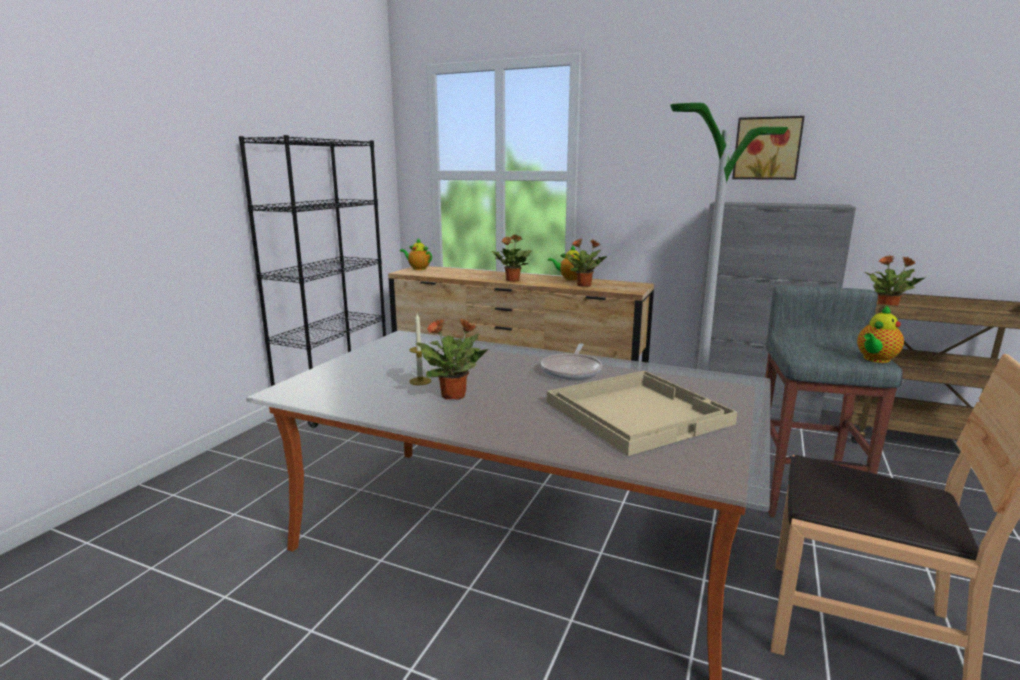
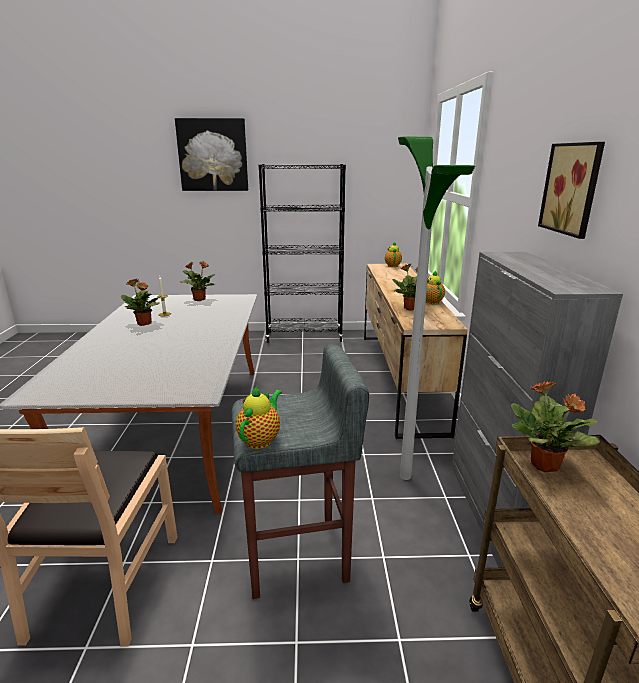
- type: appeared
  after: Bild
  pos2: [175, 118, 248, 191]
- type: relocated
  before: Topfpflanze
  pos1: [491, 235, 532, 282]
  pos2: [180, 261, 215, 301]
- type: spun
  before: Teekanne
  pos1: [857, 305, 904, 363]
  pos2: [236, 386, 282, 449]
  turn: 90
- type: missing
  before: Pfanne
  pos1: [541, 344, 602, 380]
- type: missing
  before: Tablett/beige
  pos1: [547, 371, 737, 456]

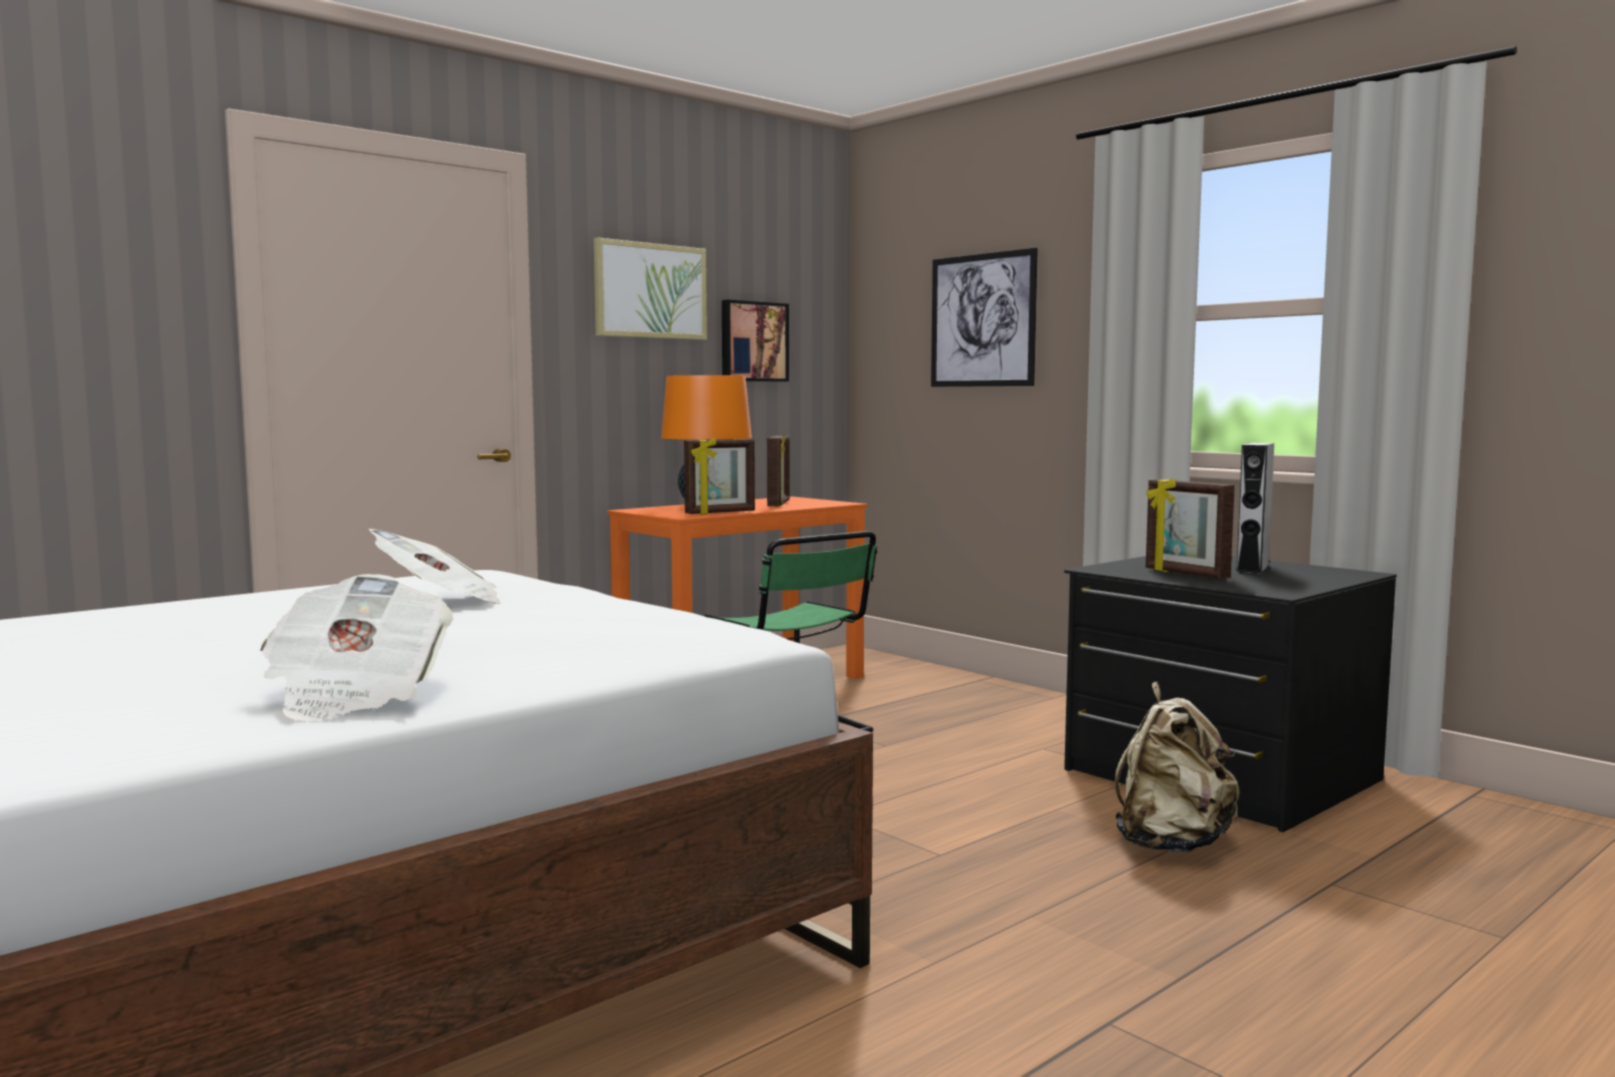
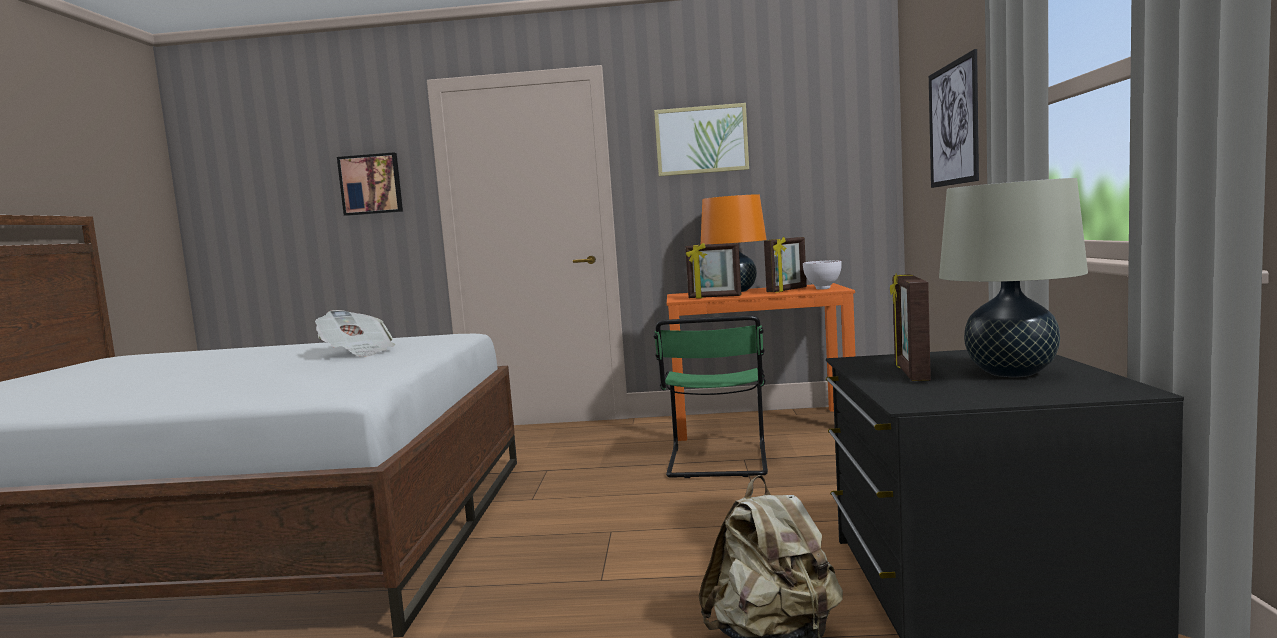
- type: relocated
  before: Bild
  pos1: [722, 300, 789, 382]
  pos2: [337, 152, 403, 216]
- type: appeared
  after: Schüssel/weiß
  pos2: [803, 260, 842, 290]
- type: exchanged
  before: Lautsprecher/grau
  after: Tischlampe/beige
  pos1: [1236, 443, 1274, 574]
  pos2: [939, 178, 1088, 377]
- type: missing
  before: Zeitung
  pos1: [260, 574, 453, 721]

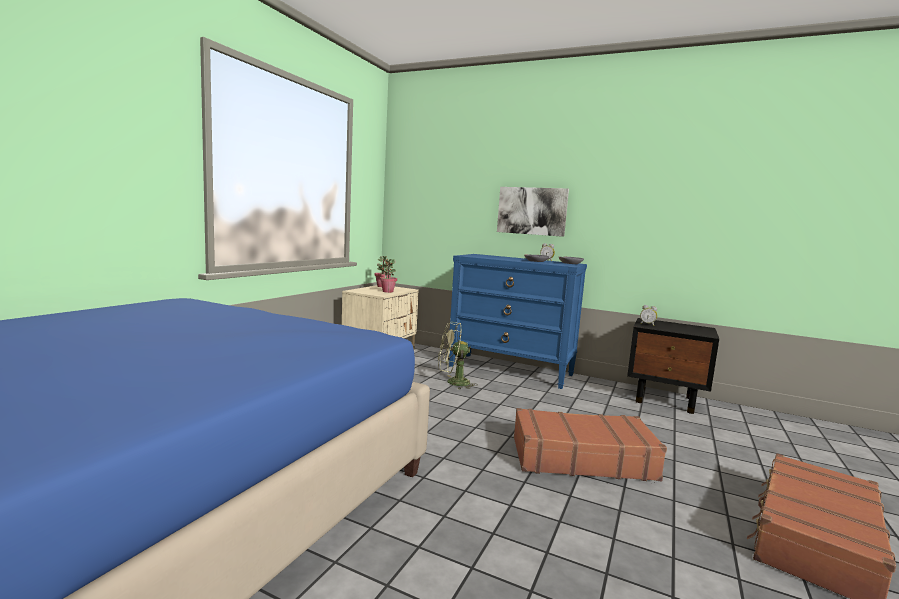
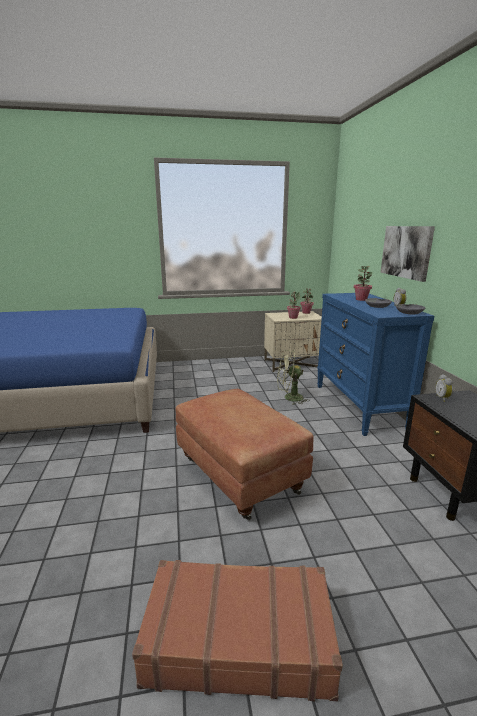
- type: exchanged
  before: Koffer/braun
  after: Polsterhocker/braun
  pos1: [514, 408, 667, 481]
  pos2: [176, 389, 314, 520]
- type: spun
  before: Ventilator/grün
  pos1: [438, 322, 478, 389]
  pos2: [277, 350, 309, 405]
  turn: -45
- type: appeared
  after: Topfpflanze
  pos2: [354, 266, 372, 301]

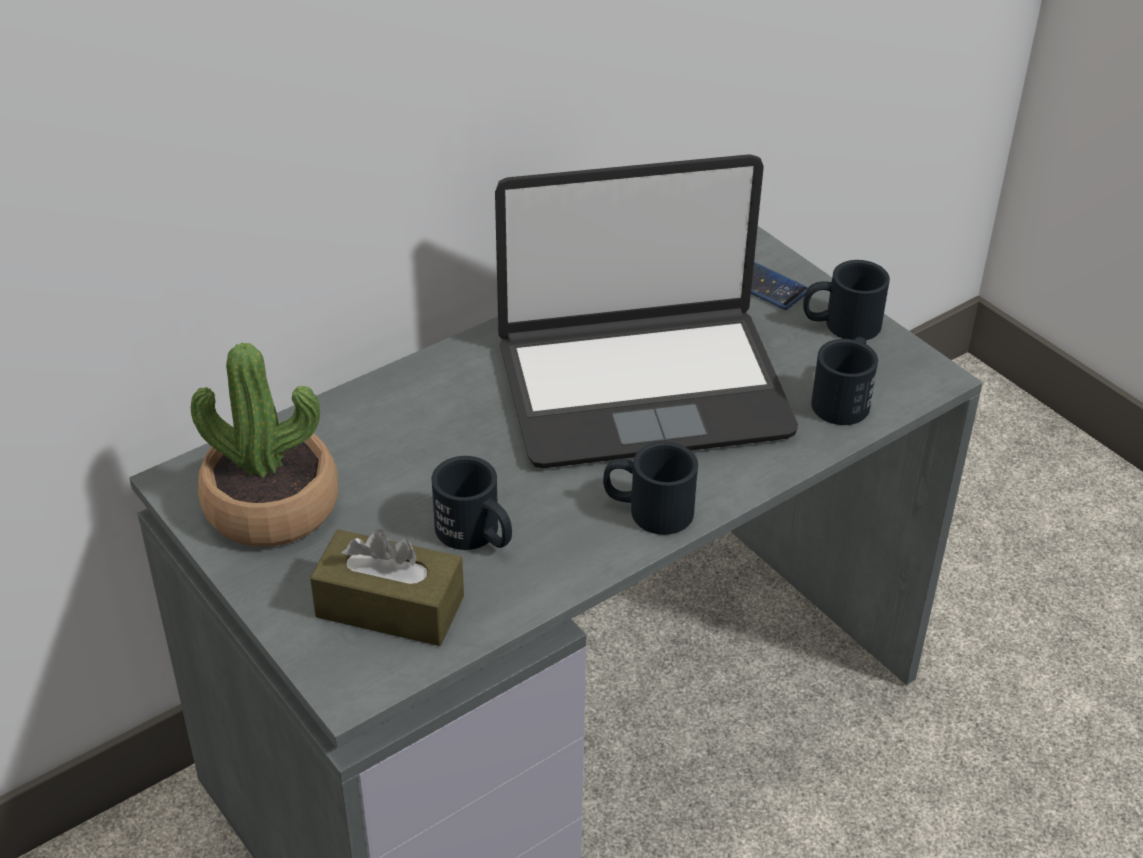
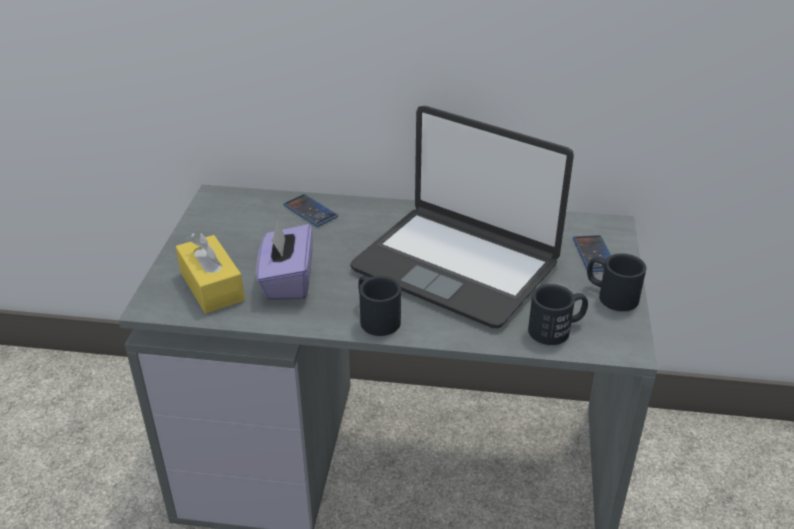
- type: colour
  before: Taschentuchbox/braun
  after: Taschentuchbox/gelb
  pos1: [310, 529, 464, 646]
  pos2: [176, 232, 245, 313]
- type: exchanged
  before: Henkelbecher/schwarz
  after: Taschentuchbox/lila
  pos1: [432, 456, 512, 550]
  pos2: [256, 220, 313, 300]
- type: appeared
  after: Handy
  pos2: [283, 194, 338, 227]
- type: missing
  before: Topfpflanze
  pos1: [191, 343, 339, 547]

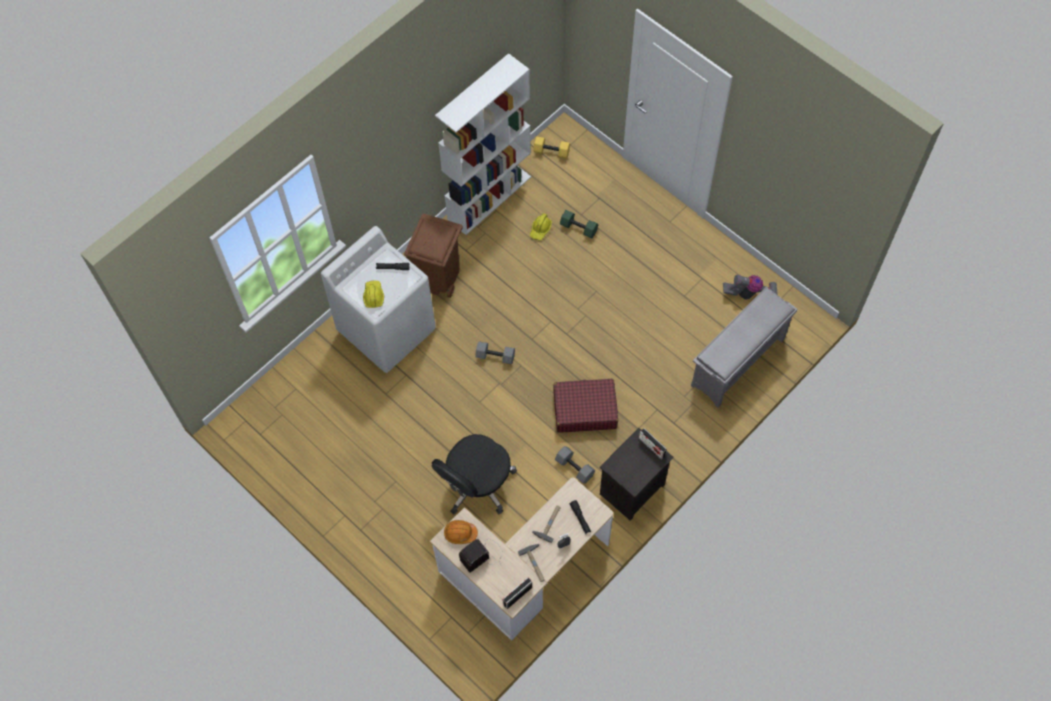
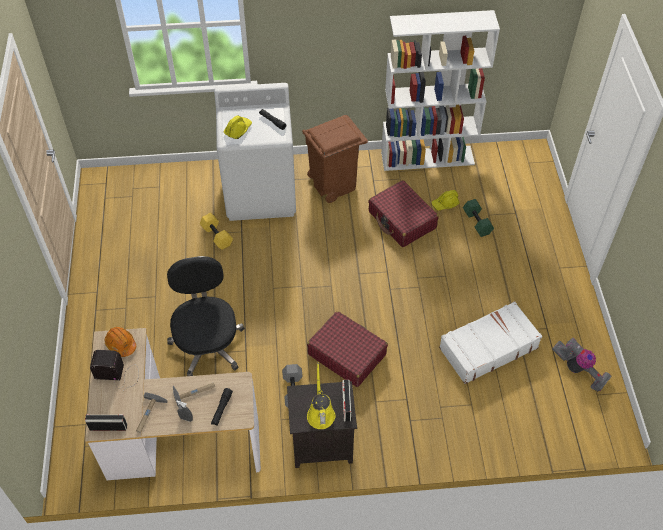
- type: spun
  before: Bürostuhl/schwarz
  pos1: [431, 434, 517, 515]
  pos2: [167, 256, 245, 376]
  turn: 90
- type: relocated
  before: Hantel/gelb
  pos1: [533, 136, 570, 159]
  pos2: [200, 213, 233, 250]
- type: appeared
  after: Gießkanne/gelb
  pos2: [307, 363, 335, 429]
- type: appeared
  after: Koffer/rot
  pos2: [368, 180, 439, 247]
- type: appeared
  after: Koffer/weiß
  pos2: [439, 301, 542, 384]
- type: missing
  before: Hantel/grau
  pos1: [475, 341, 515, 364]
- type: missing
  before: Schuhregal/grau
  pos1: [691, 287, 798, 408]

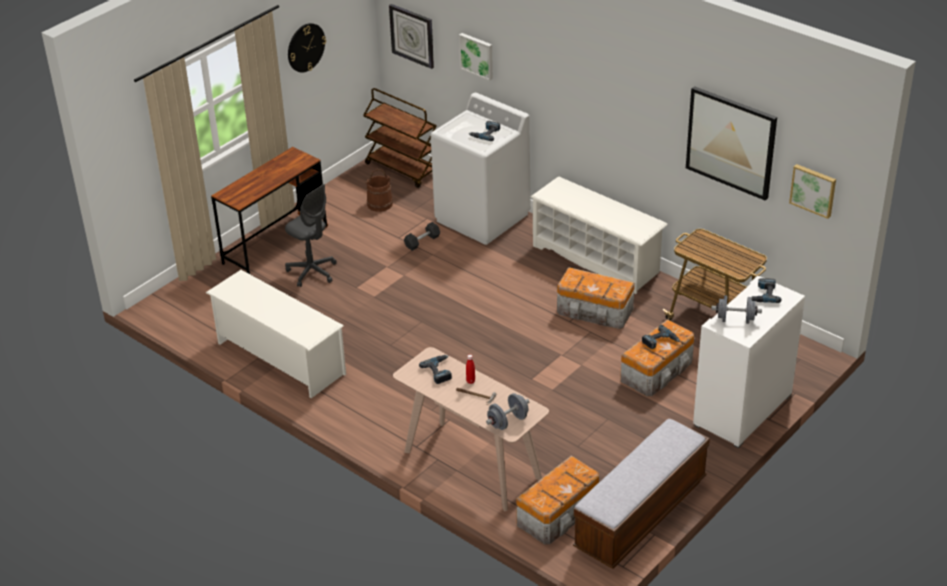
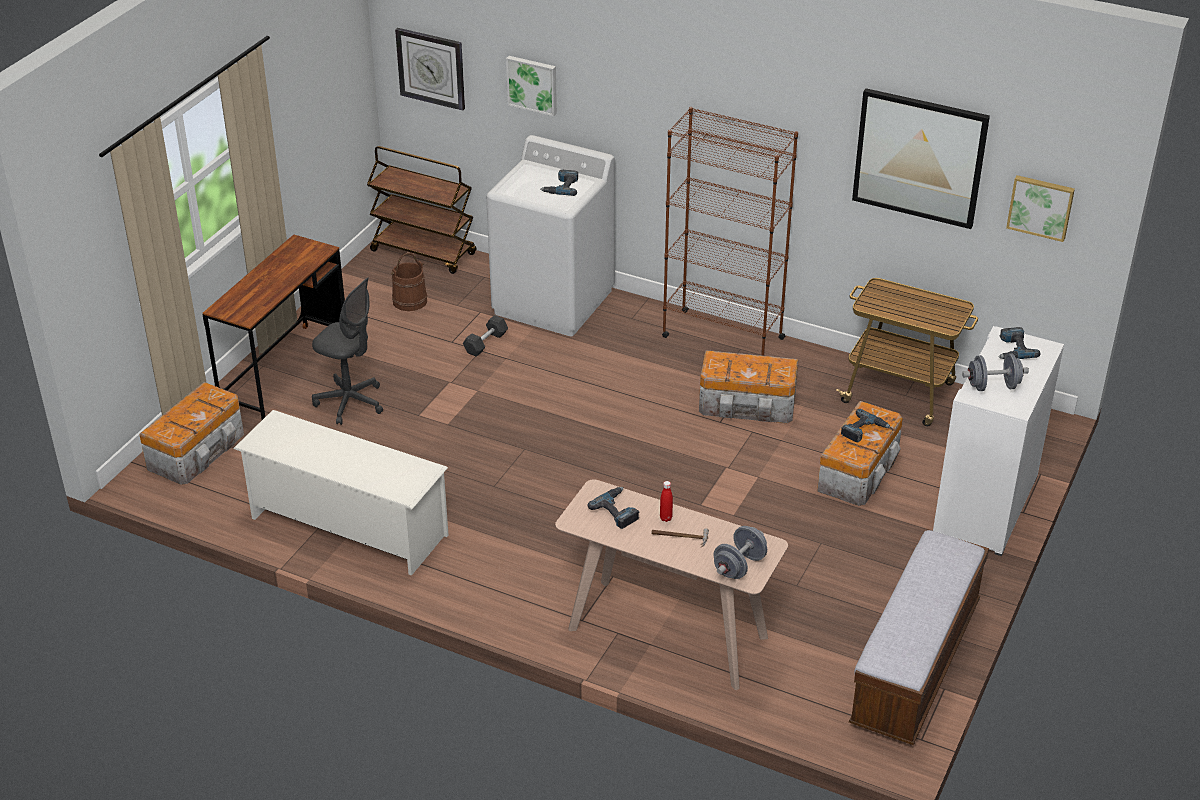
- type: relocated
  before: Aufbewahrungsbox
  pos1: [516, 456, 599, 545]
  pos2: [139, 382, 244, 485]
- type: exchanged
  before: Schuhregal/weiß
  after: Bücherregal/braun
  pos1: [531, 176, 668, 294]
  pos2: [662, 107, 798, 356]
- type: missing
  before: Wanduhr
  pos1: [288, 23, 326, 72]

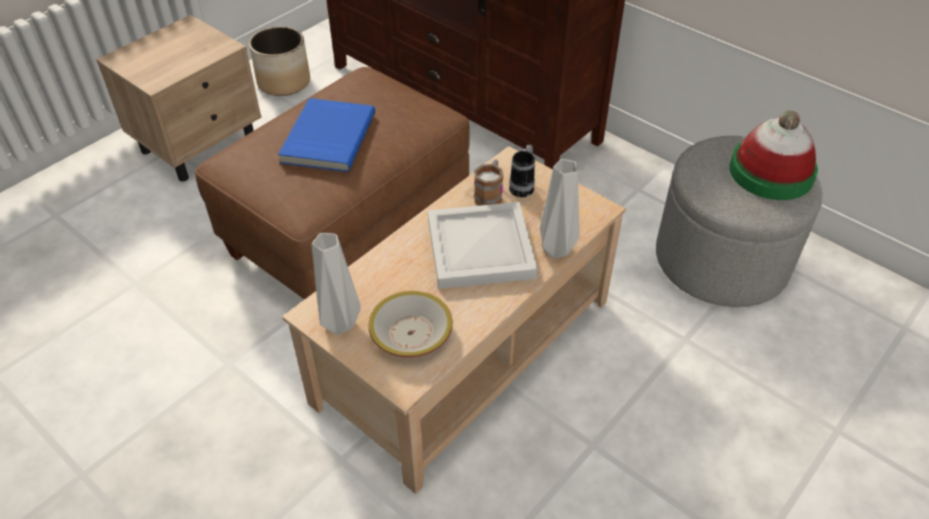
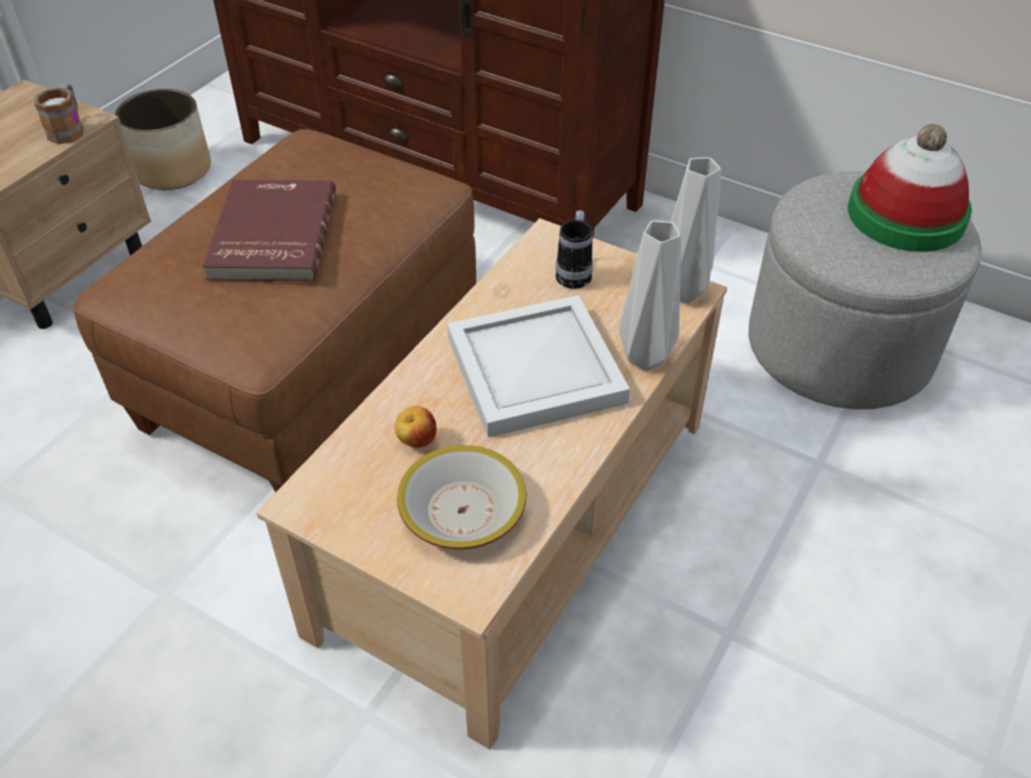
- type: relocated
  before: Henkelbecher
  pos1: [474, 160, 504, 206]
  pos2: [34, 84, 83, 144]
- type: colour
  before: Buch/blau
  after: Buch/rot
  pos1: [278, 98, 375, 172]
  pos2: [202, 180, 336, 282]
- type: appeared
  after: Apfel
  pos2: [394, 406, 436, 448]
- type: relocated
  before: Vase/grau
  pos1: [312, 233, 361, 335]
  pos2: [671, 157, 721, 304]

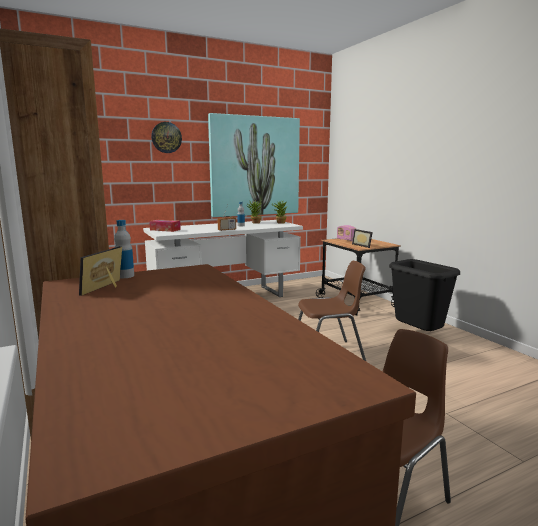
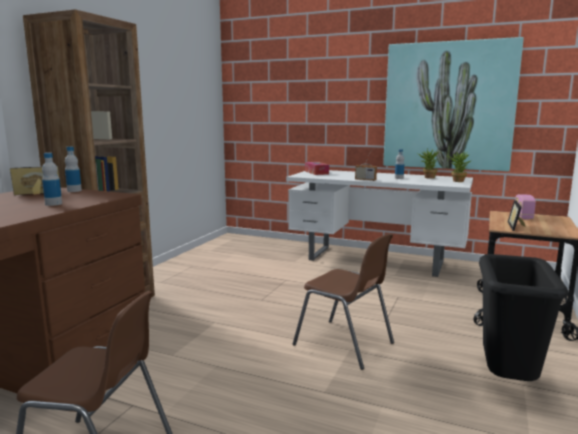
- type: appeared
  after: Flasche
  pos2: [42, 153, 62, 206]
- type: missing
  before: Wanduhr
  pos1: [151, 122, 182, 153]

